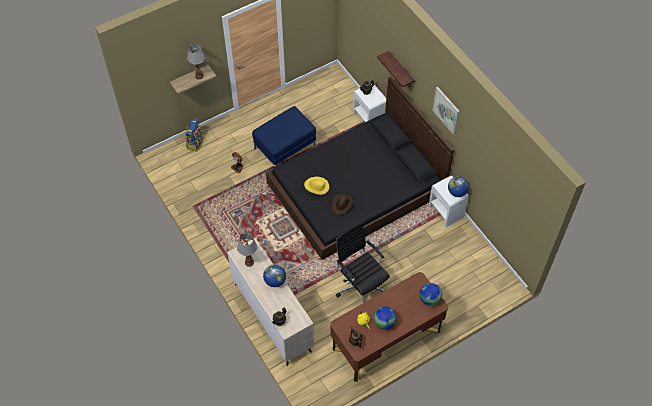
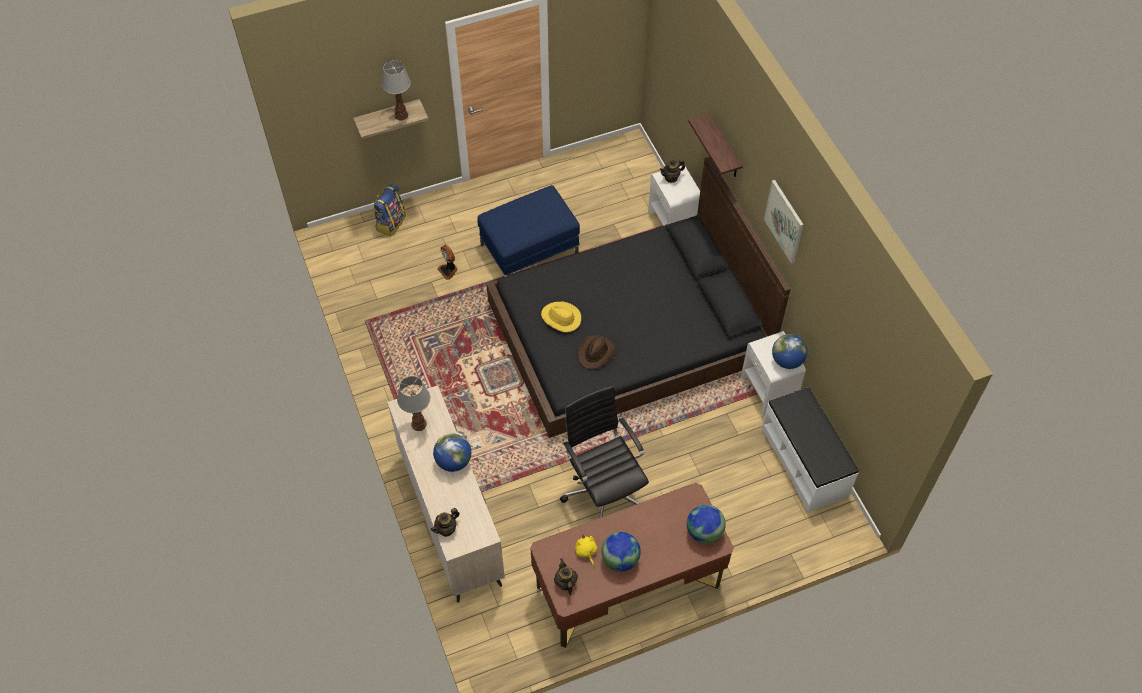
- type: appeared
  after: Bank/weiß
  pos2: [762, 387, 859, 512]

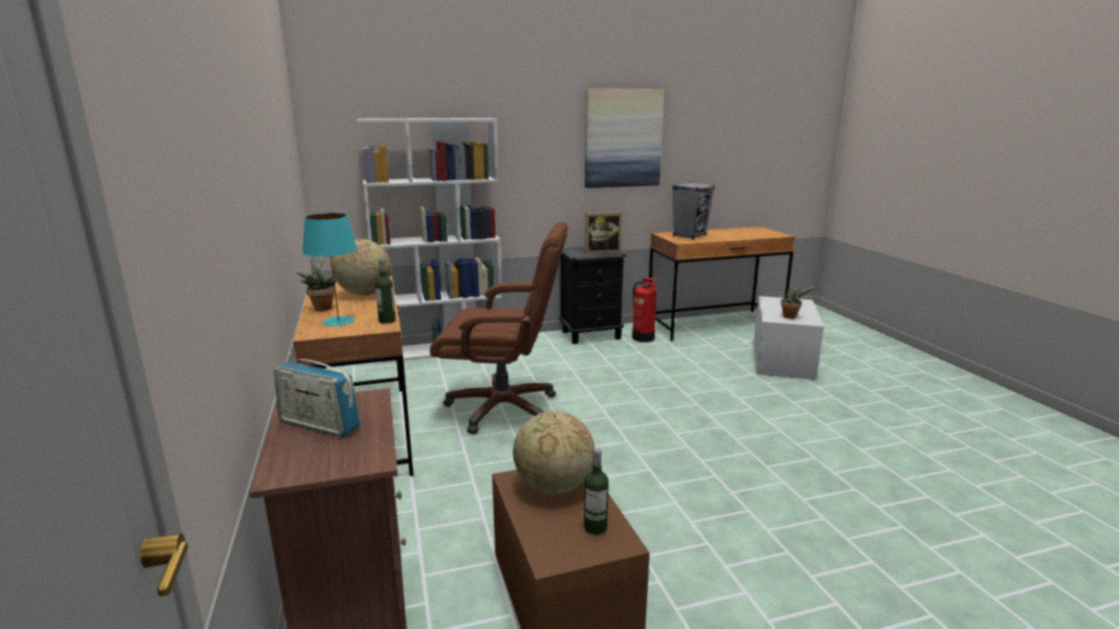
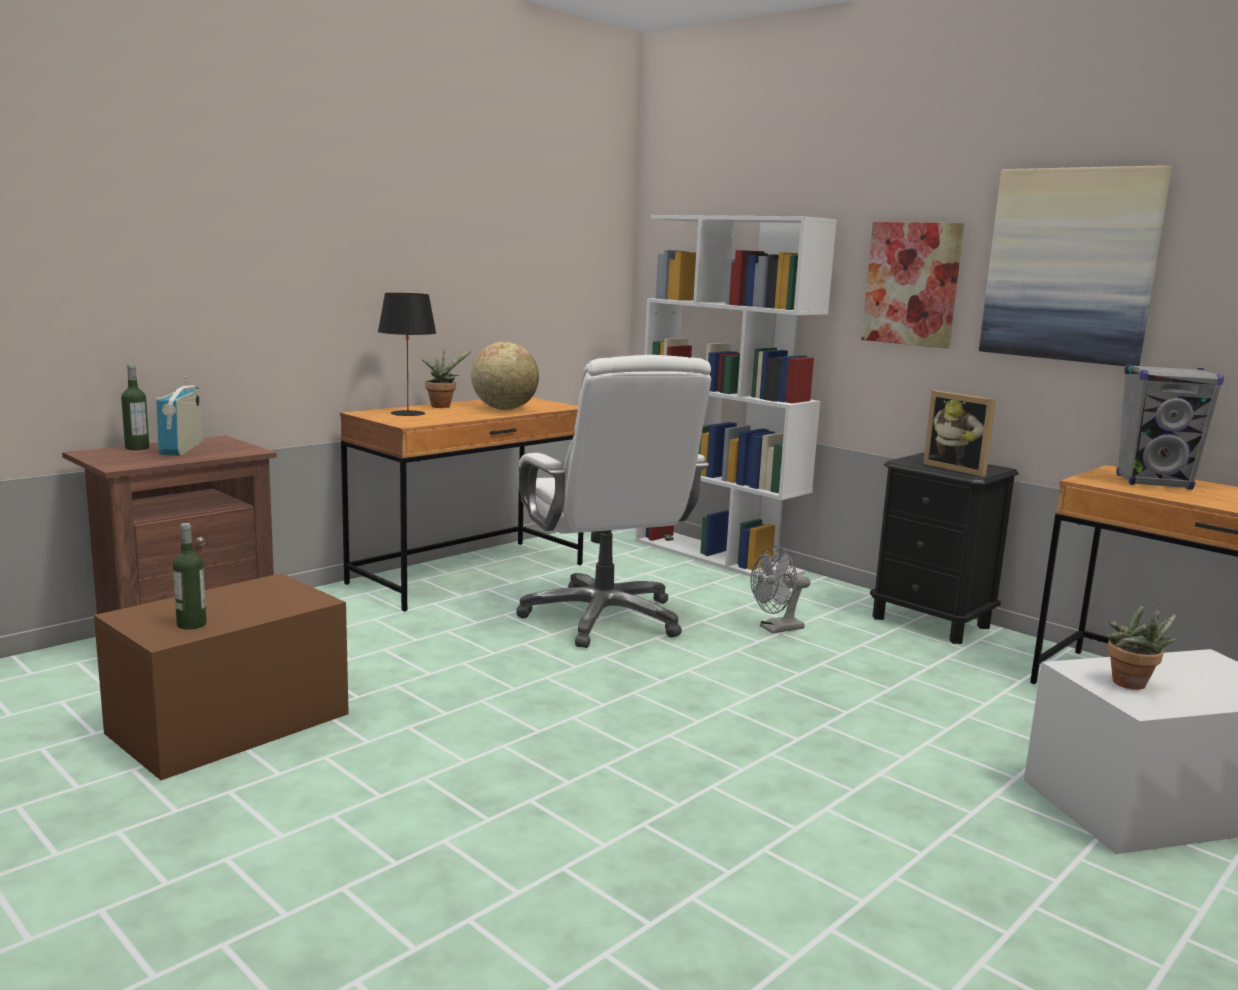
- type: relocated
  before: Flasche
  pos1: [375, 259, 396, 324]
  pos2: [121, 364, 149, 450]
- type: colour
  before: Tischlampe/türkis
  after: Tischlampe/schwarz
  pos1: [302, 213, 358, 326]
  pos2: [378, 293, 436, 416]
- type: colour
  before: Bürostuhl/braun
  after: Bürostuhl/weiß
  pos1: [430, 221, 568, 434]
  pos2: [516, 355, 711, 648]
- type: appeared
  after: Ventilator/grau
  pos2: [750, 546, 811, 634]
- type: appeared
  after: Bild
  pos2: [861, 222, 964, 349]
- type: missing
  before: Globus
  pos1: [513, 411, 595, 494]
- type: missing
  before: Feuerlöscher
  pos1: [632, 278, 657, 342]

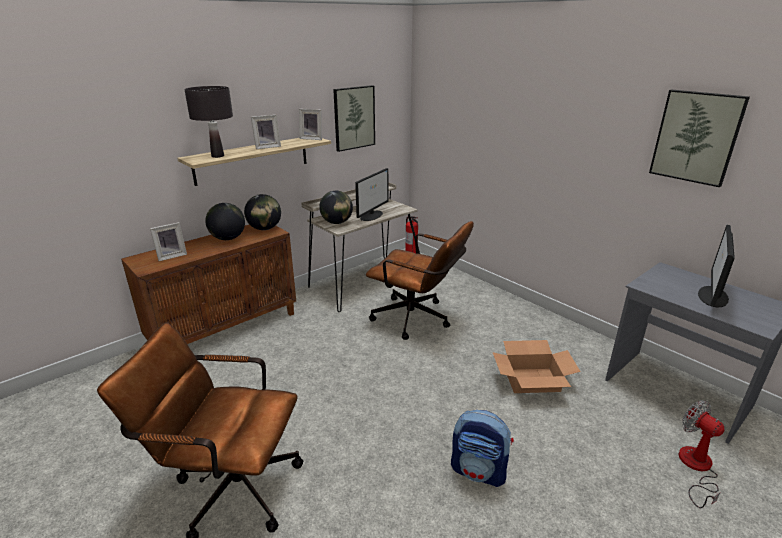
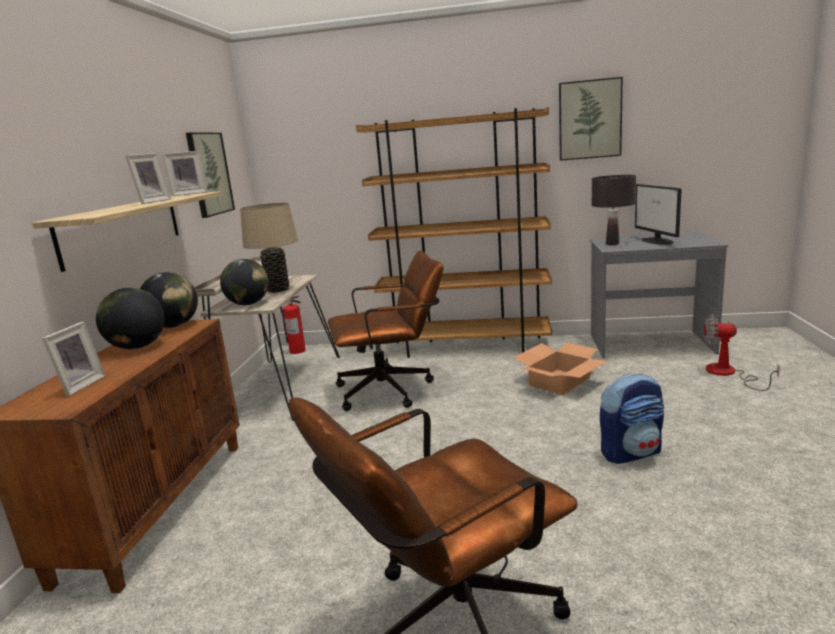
- type: exchanged
  before: Monitor
  after: Tischlampe/beige
  pos1: [355, 168, 388, 221]
  pos2: [240, 202, 298, 293]
- type: appeared
  after: Bücherregal/braun
  pos2: [356, 107, 553, 358]
- type: relocated
  before: Tischlampe/schwarz
  pos1: [184, 86, 233, 158]
  pos2: [592, 175, 636, 245]

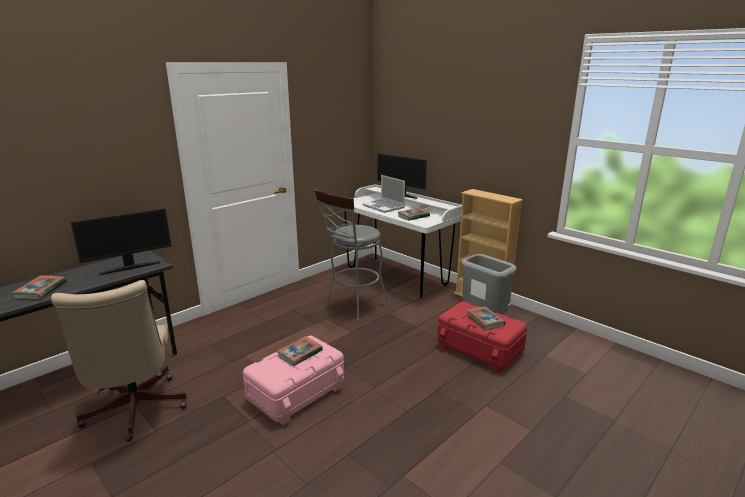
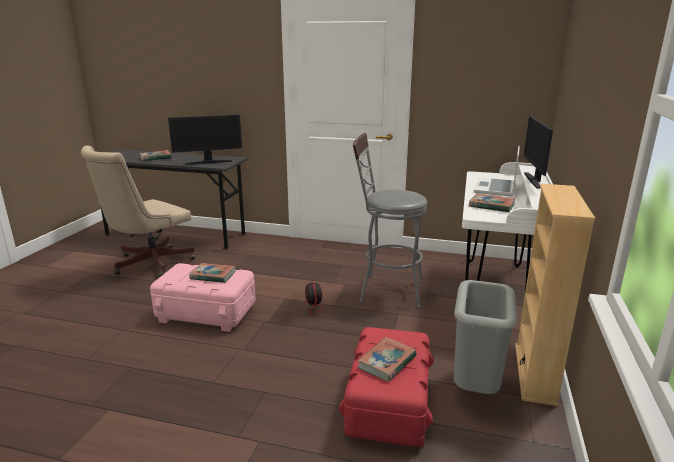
- type: spun
  before: Monitor
  pos1: [71, 208, 172, 275]
  pos2: [168, 115, 242, 165]
  turn: -45
- type: appeared
  after: Ventilator
  pos2: [305, 282, 368, 325]

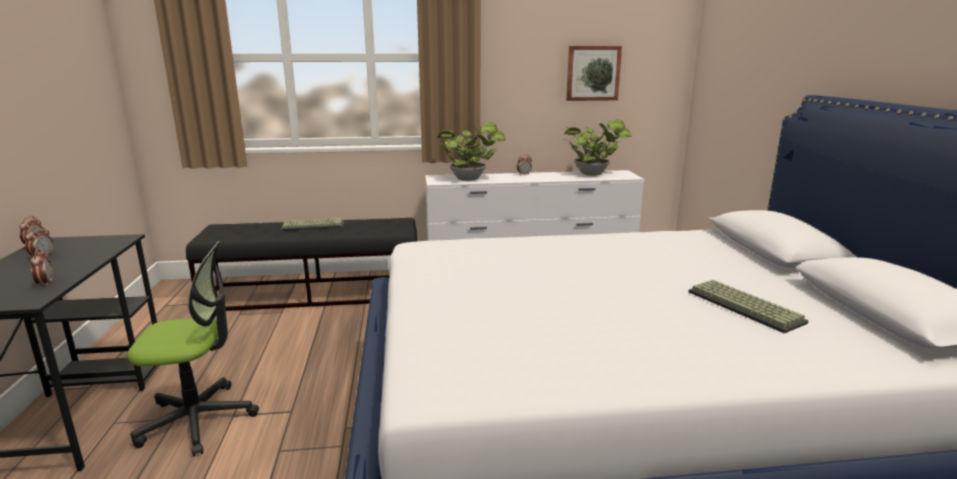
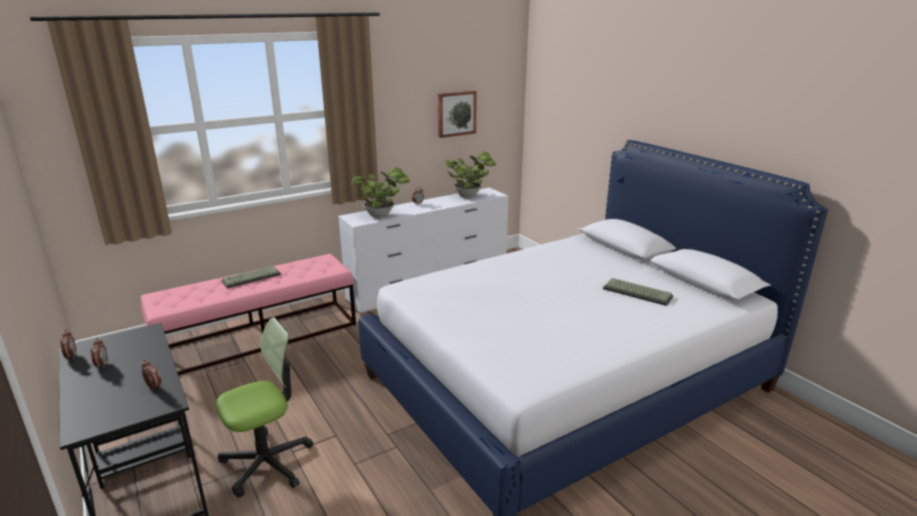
- type: colour
  before: Bank/schwarz
  after: Bank/rosa
  pos1: [186, 218, 417, 311]
  pos2: [141, 254, 356, 375]

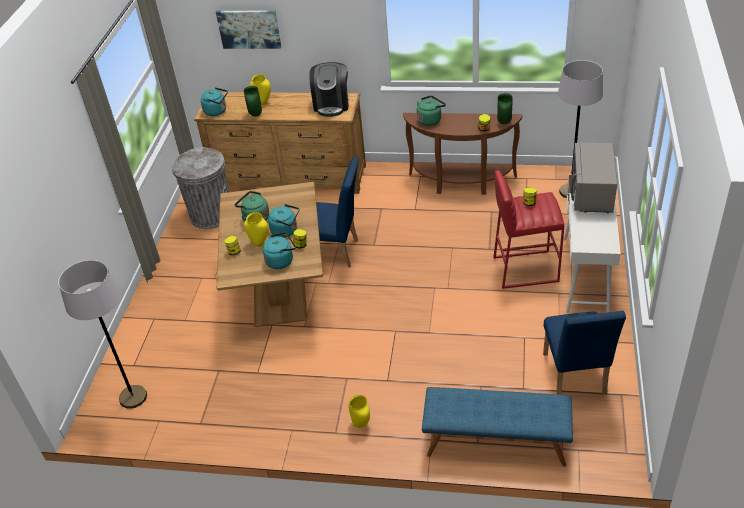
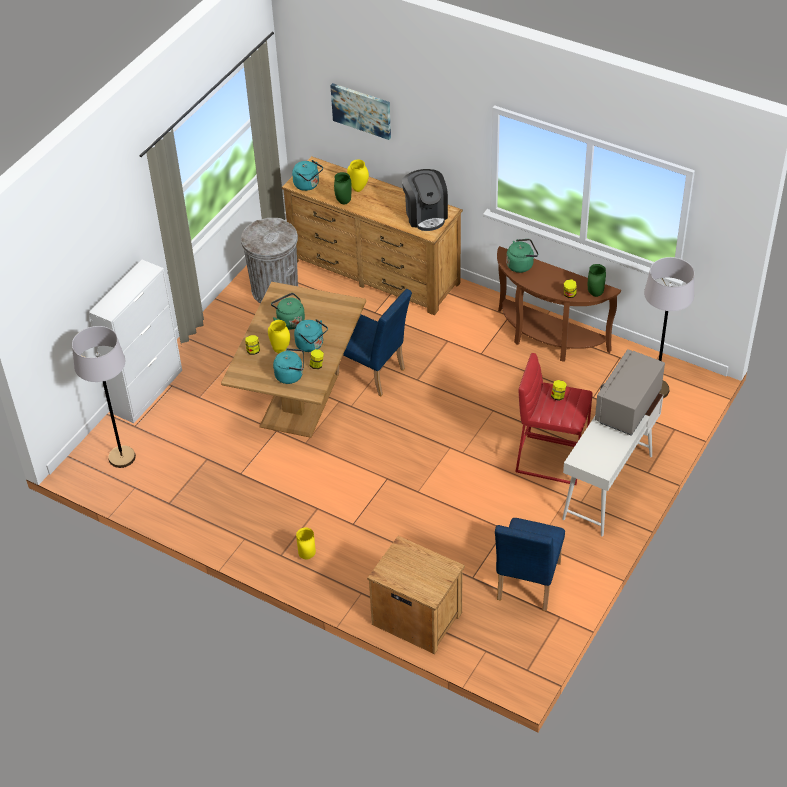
- type: appeared
  after: Schrank/weiß
  pos2: [89, 260, 182, 423]
- type: exchanged
  before: Bank/blau
  after: Nachttisch/braun
  pos1: [422, 387, 573, 467]
  pos2: [367, 536, 465, 654]
- type: spun
  before: Kaffeemaschine
  pos1: [309, 62, 349, 117]
  pos2: [402, 169, 448, 231]
  turn: -45

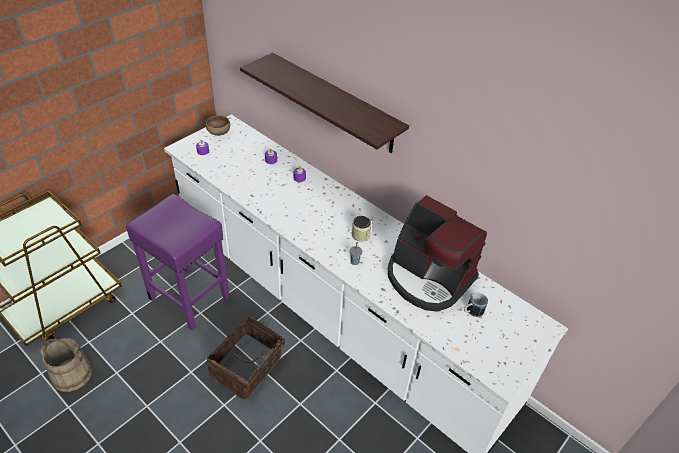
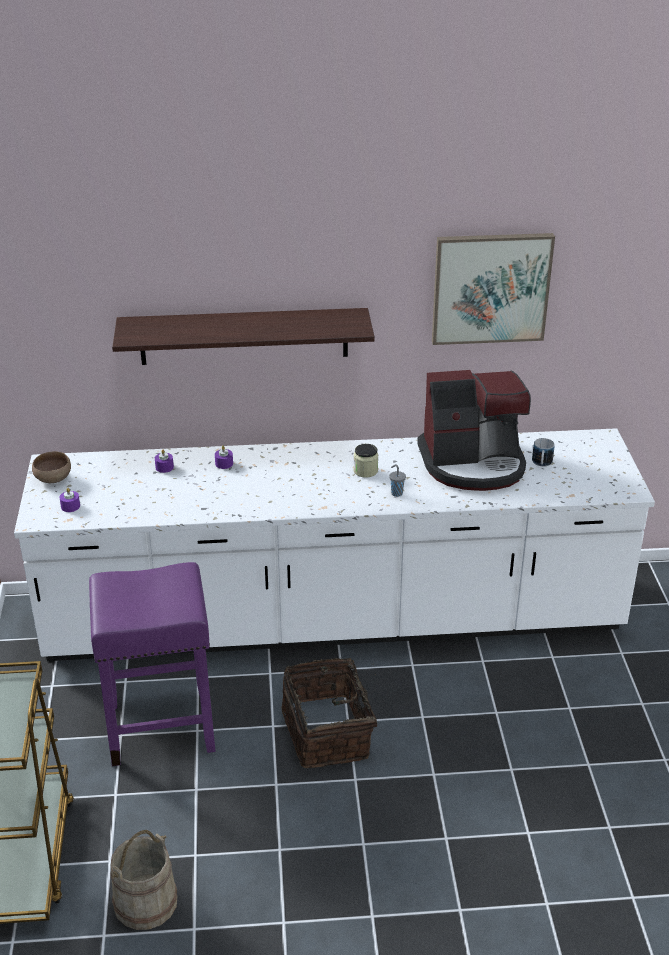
- type: appeared
  after: Bild
  pos2: [432, 233, 555, 345]

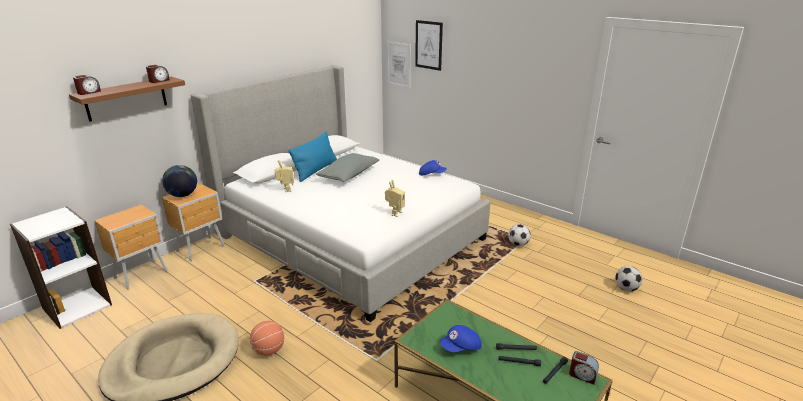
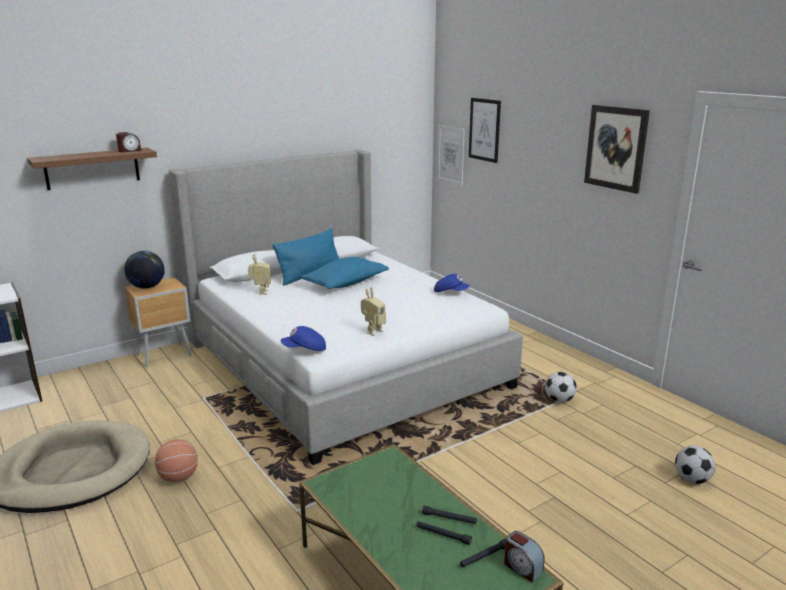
- type: relocated
  before: Kappe/blau
  pos1: [440, 325, 482, 352]
  pos2: [280, 326, 326, 351]
- type: colour
  before: Kissen/grau
  after: Kissen/blau
  pos1: [316, 153, 379, 182]
  pos2: [301, 257, 389, 289]
- type: appeared
  after: Bild
  pos2: [584, 105, 650, 194]
- type: missing
  before: Wecker
  pos1: [73, 75, 101, 95]
- type: missing
  before: Nachttisch/braun
  pos1: [94, 204, 168, 289]

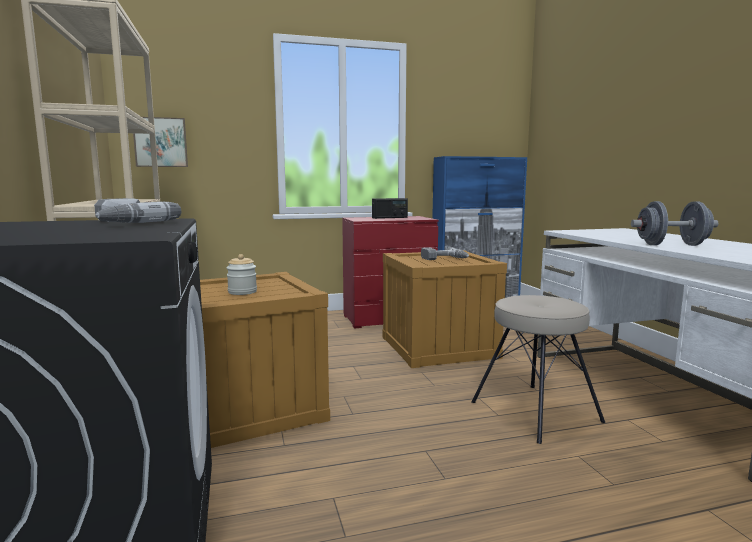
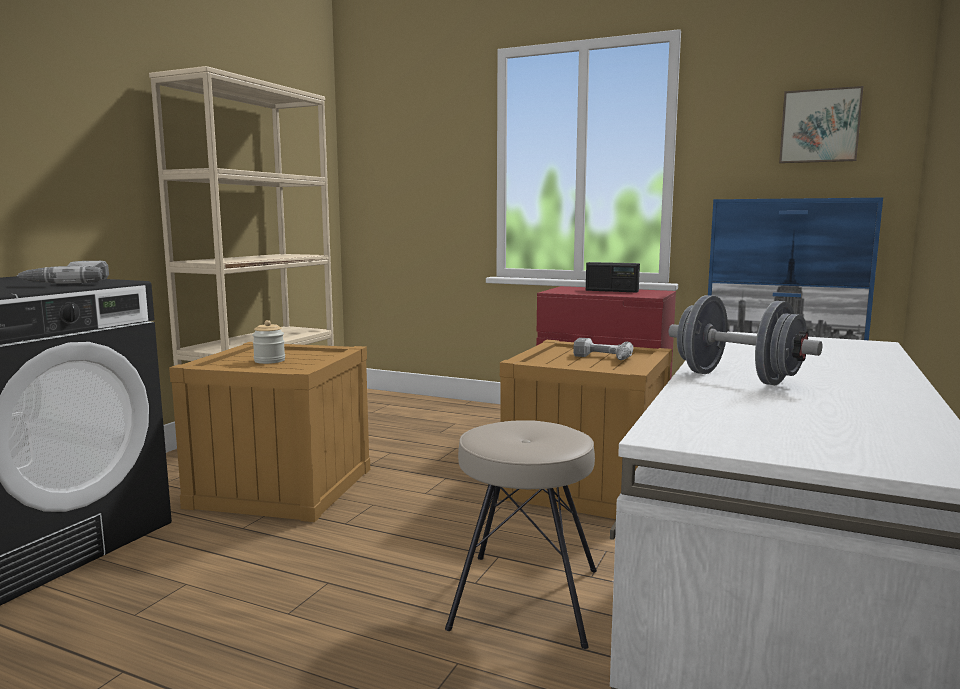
- type: relocated
  before: Bild
  pos1: [133, 117, 188, 167]
  pos2: [779, 86, 863, 163]

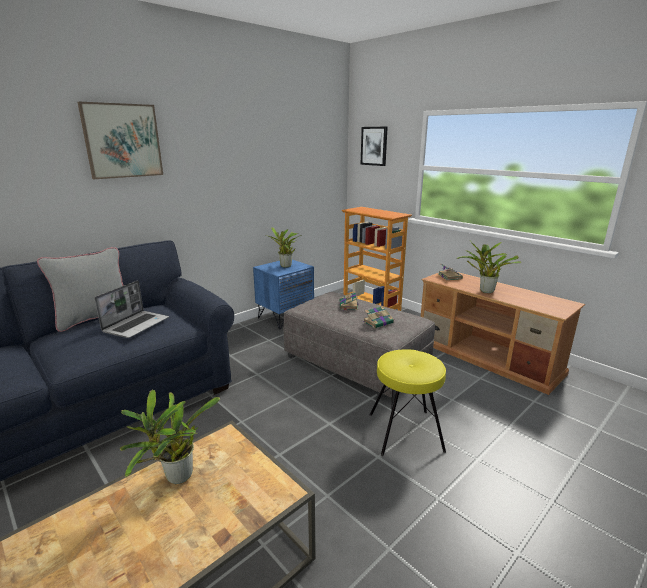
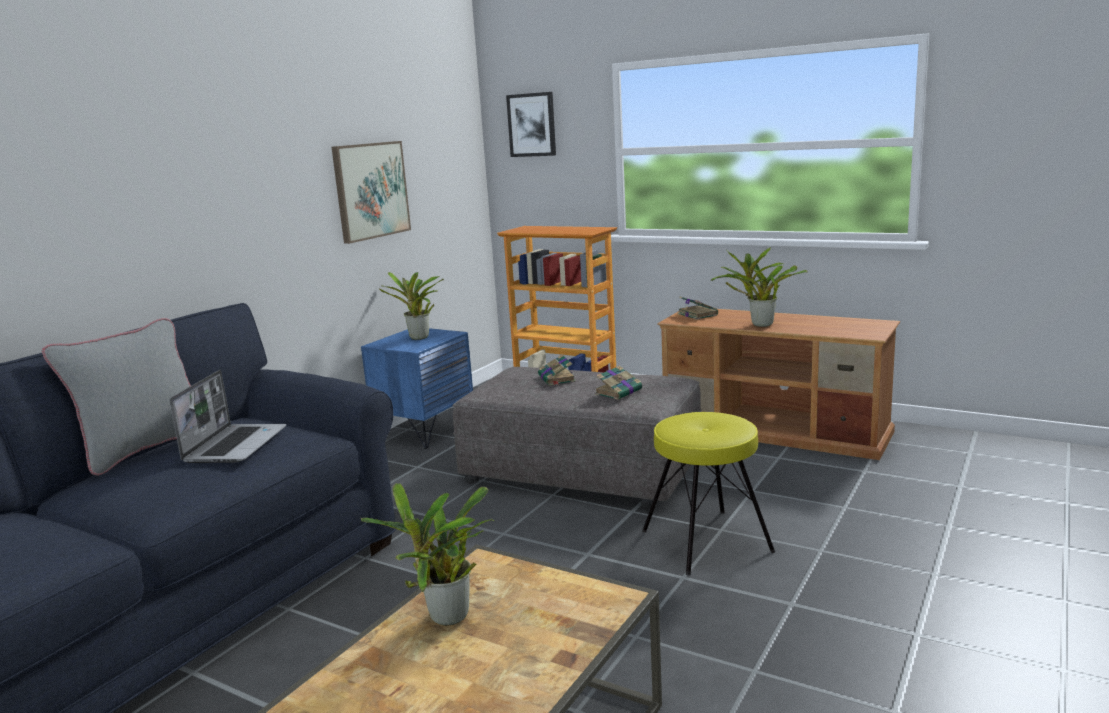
- type: relocated
  before: Bild
  pos1: [78, 102, 163, 179]
  pos2: [332, 141, 411, 244]

